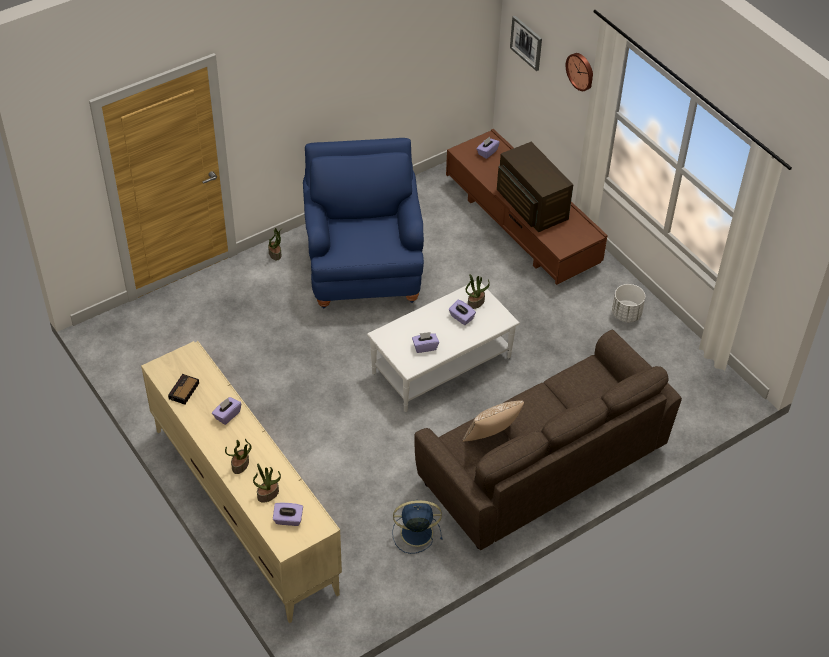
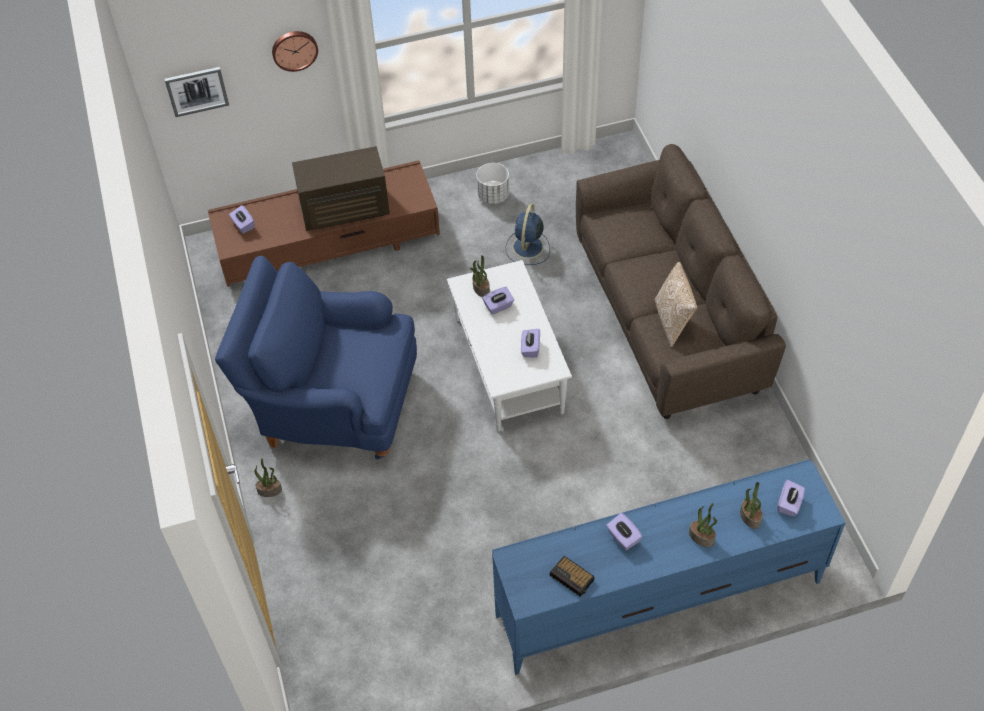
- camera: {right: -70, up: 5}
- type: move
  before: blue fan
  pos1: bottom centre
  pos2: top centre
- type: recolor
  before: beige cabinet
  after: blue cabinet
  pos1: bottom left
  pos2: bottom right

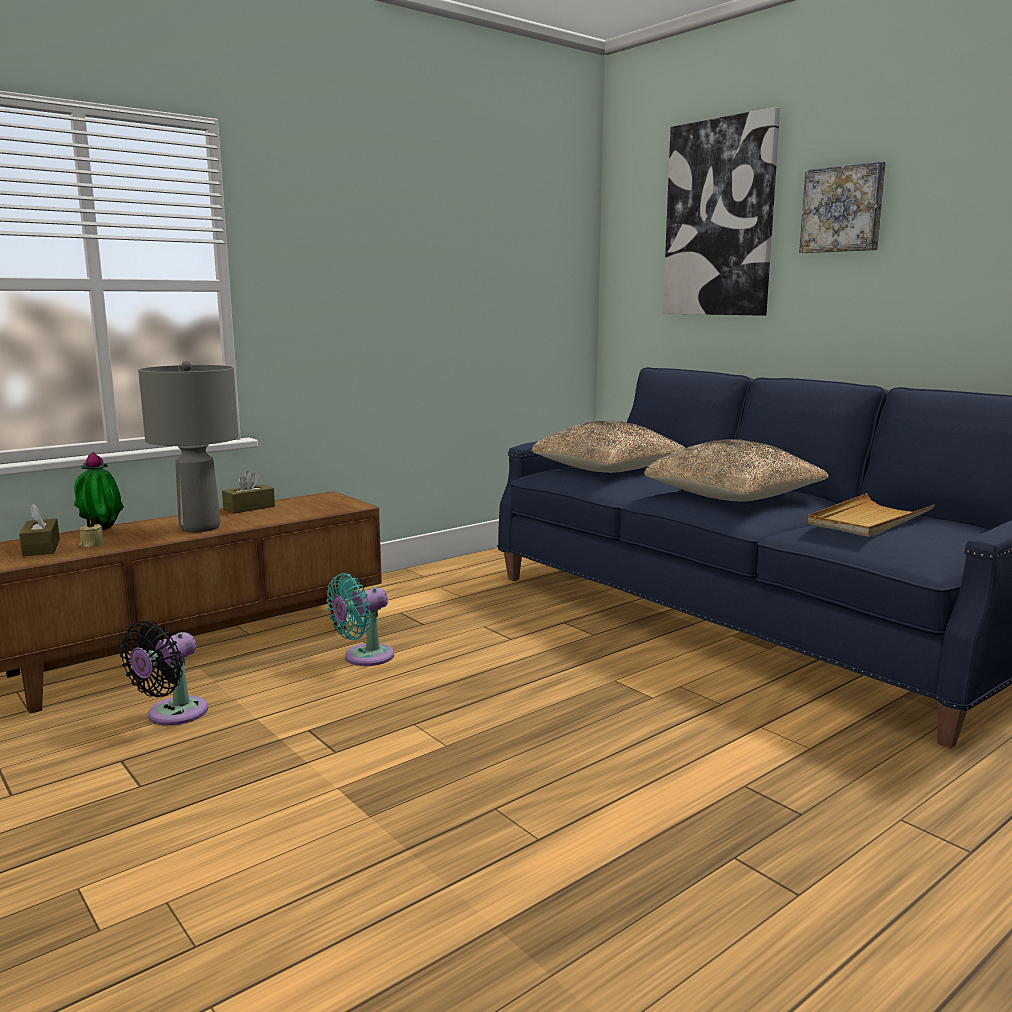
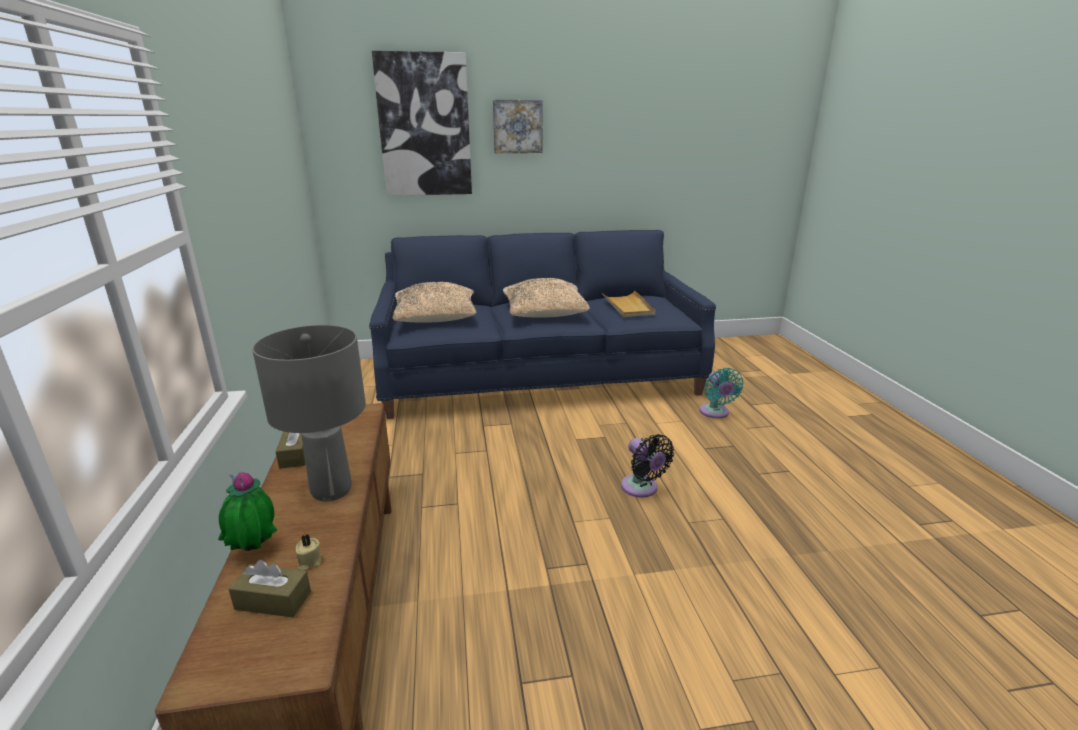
- camera: {right: -60, up: 10}
- type: move
  before: black fan
  pos1: middle left
  pos2: centre
- type: move
  before: turquoise fan
  pos1: centre
  pos2: middle right

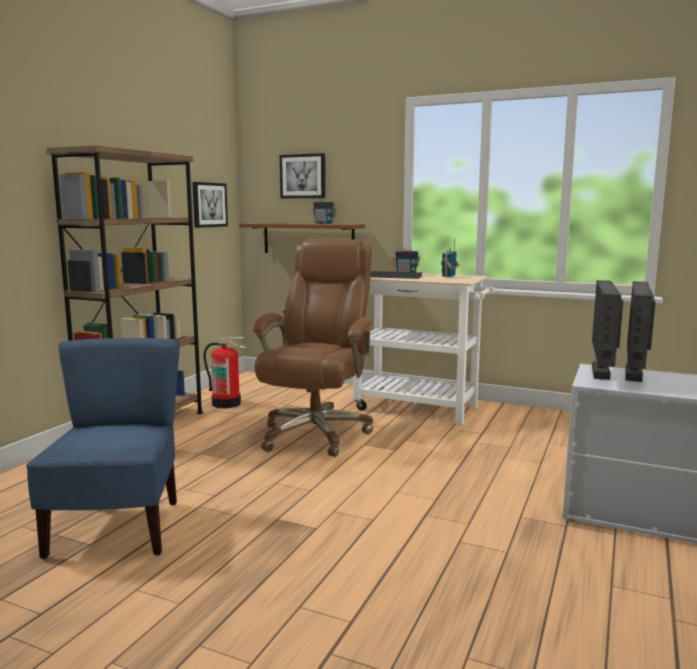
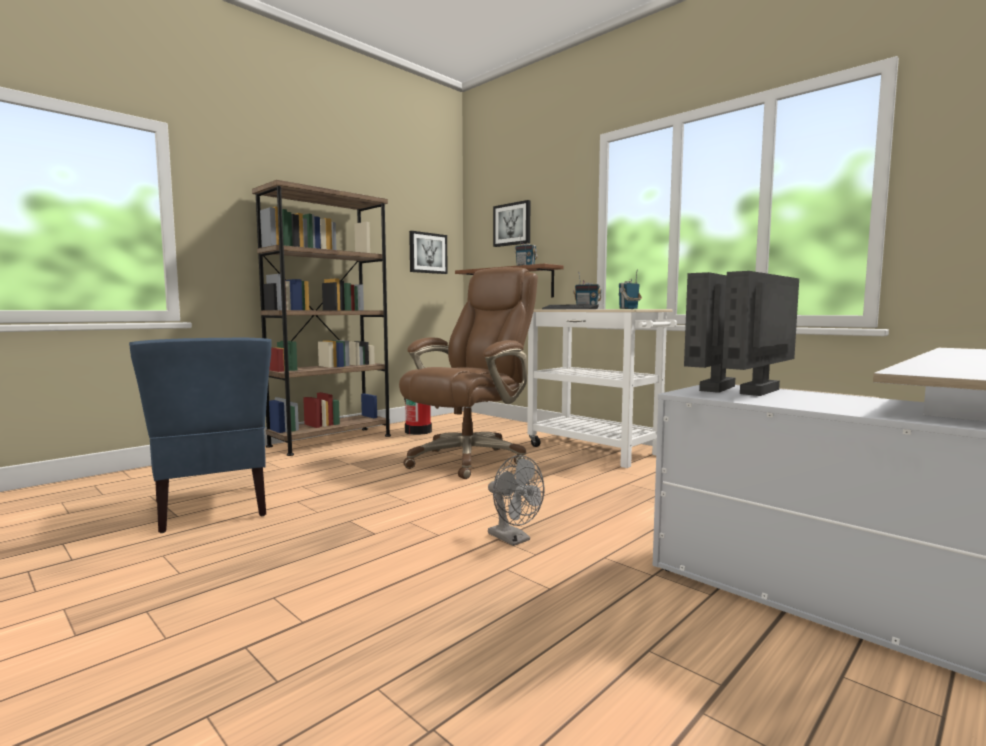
- camera: {right: 20, up: -5}
- type: insert
  after: grey fan
  pos2: bottom centre
- type: rotate
  before: blue chair
  pos1: bottom left
  pos2: middle left
  turn: 135

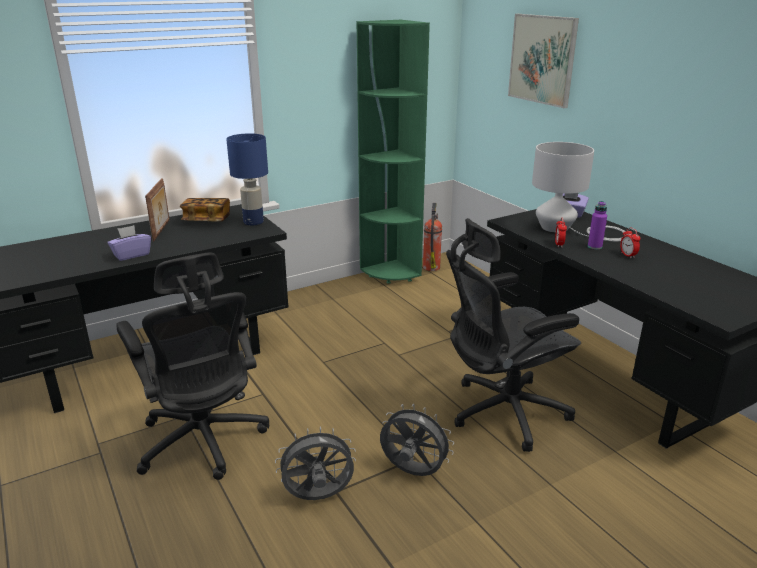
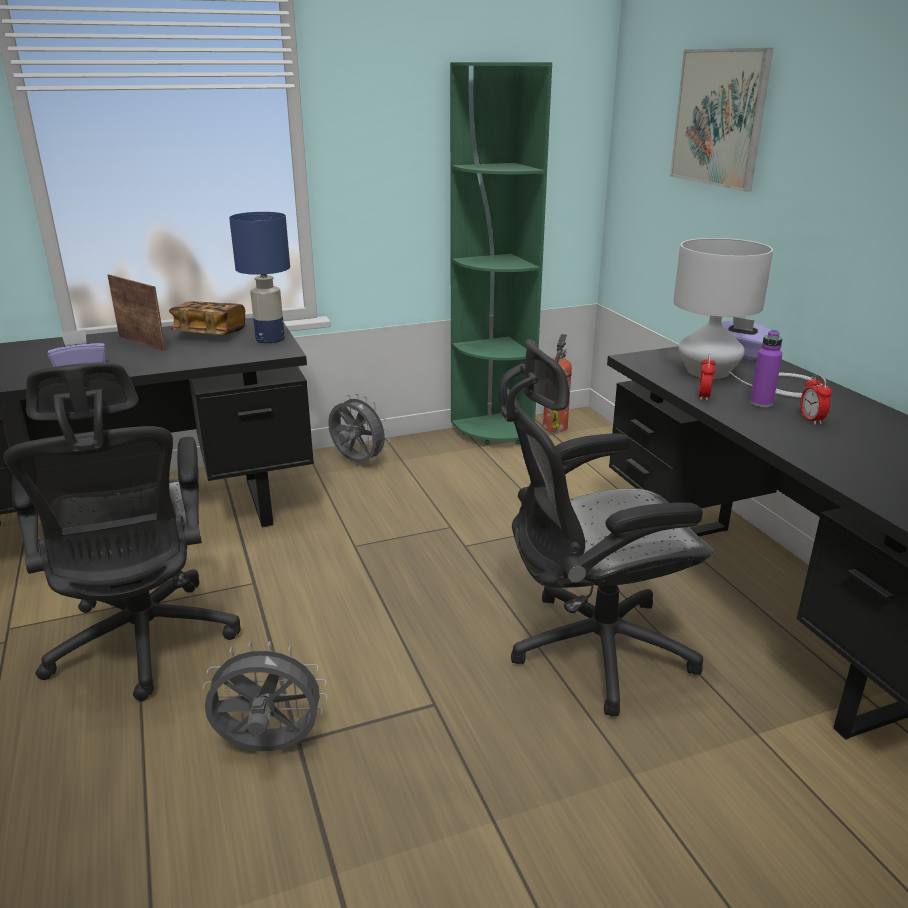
- camera: {right: 10, up: 0}
- type: move
  before: grey fan (2nd from left)
  pos1: bottom centre
  pos2: centre
- type: rotate
  before: picture frame
  pos1: middle left
  pos2: middle left
  turn: -60

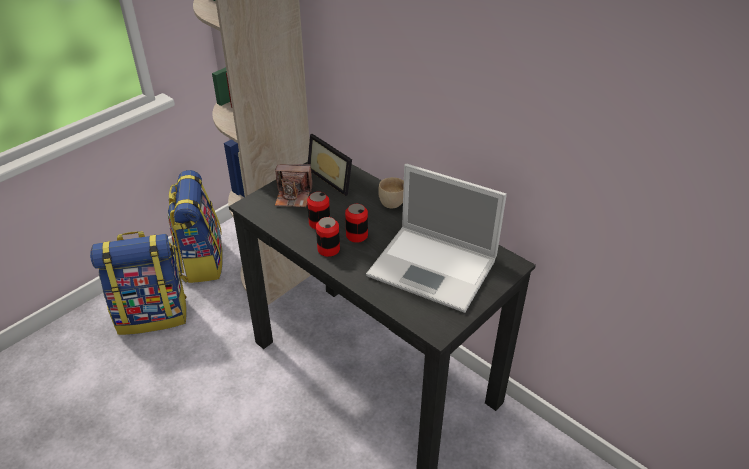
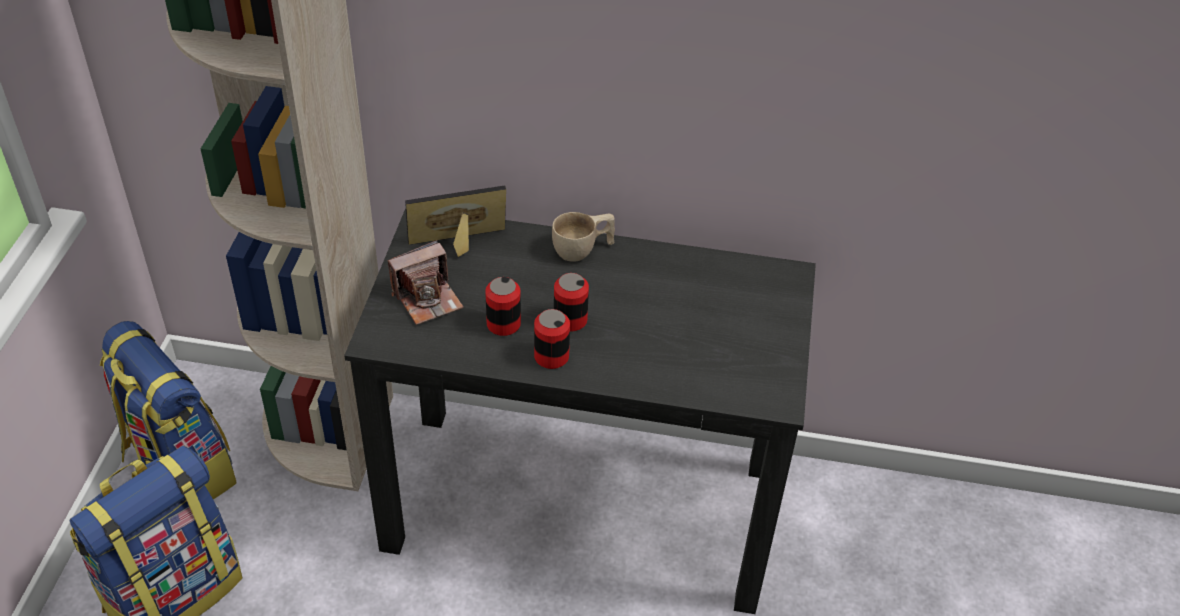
- camera: {right: -35, up: 5}
- type: delete
  before: laptop
  pos1: centre
- type: rotate
  before: picture frame
  pos1: centre
  pos2: centre
  turn: 150

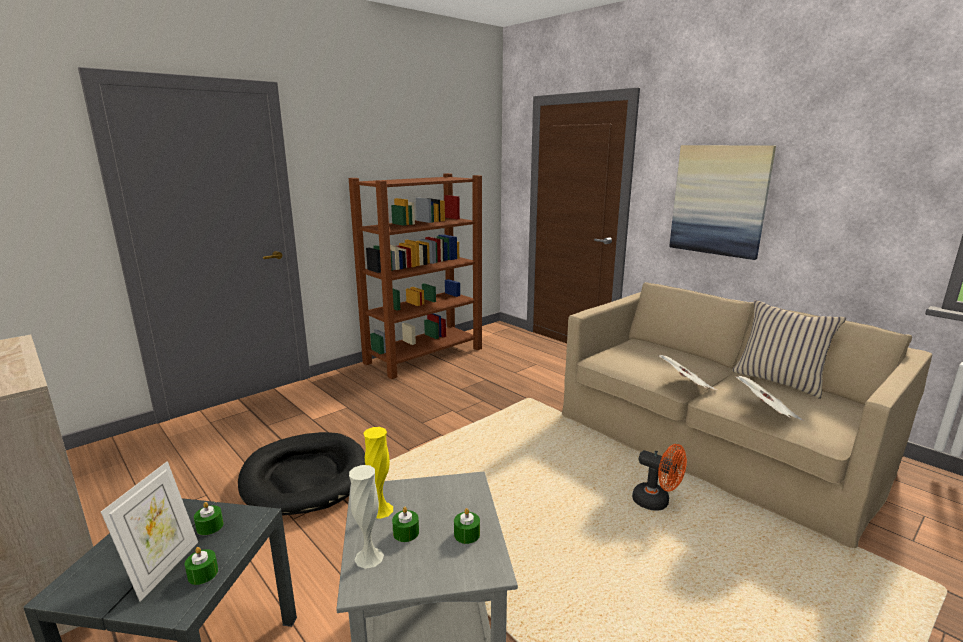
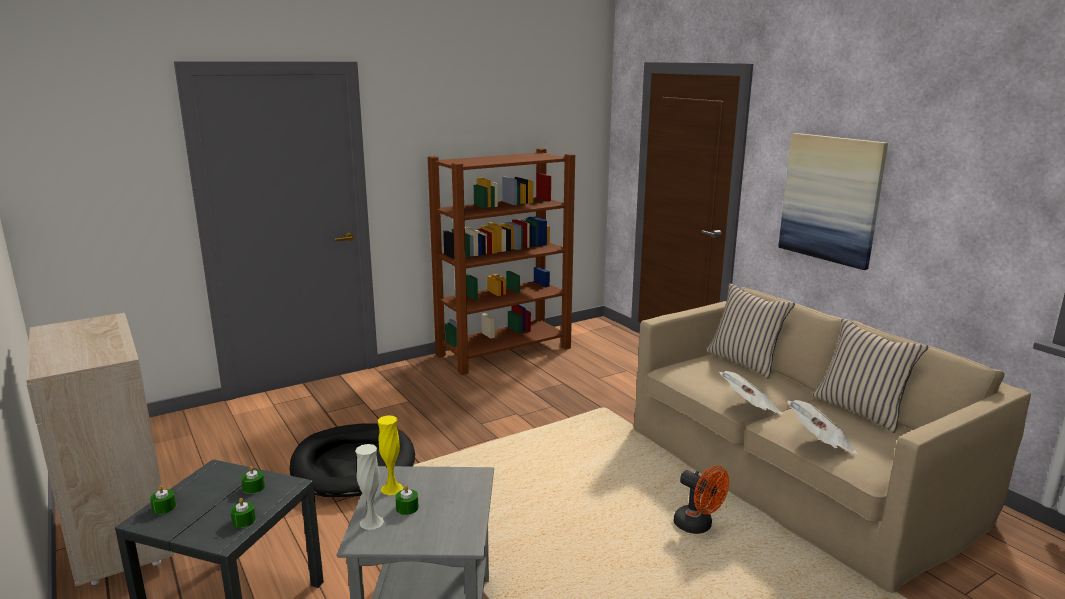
- camera: {right: 10, up: 0}
- type: delete
  before: picture frame
  pos1: bottom left
- type: insert
  after: beige pillow (1st from left)
  pos2: middle right
- type: move
  before: green candle (4th from left in the first image)
  after: green candle (1st from left)
  pos1: bottom centre
  pos2: bottom left

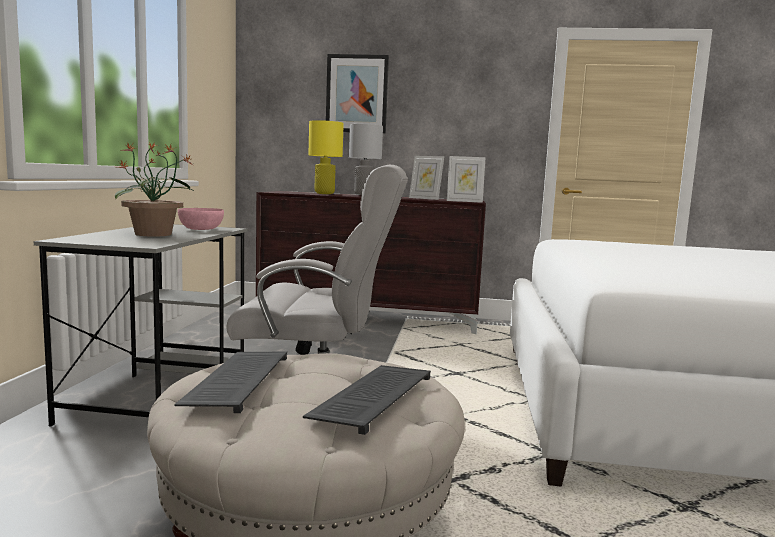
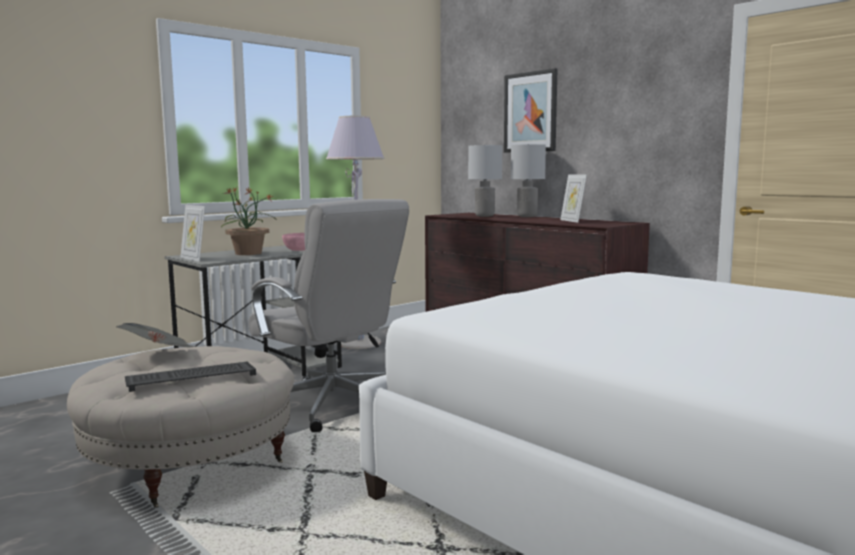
- camera: {right: 40, up: 0}
- type: insert
  after: grey floor lamp
  pos2: centre
- type: move
  before: picture frame (2nd from left in the first image)
  after: picture frame (1st from left)
  pos1: centre
  pos2: middle left
- type: replace
  before: keyboard (1st from left)
  after: newspaper
  pos1: bottom left
  pos2: middle left
- type: recolor
  before: yellow table lamp
  after: grey table lamp (1st from left)
  pos1: top centre
  pos2: top centre

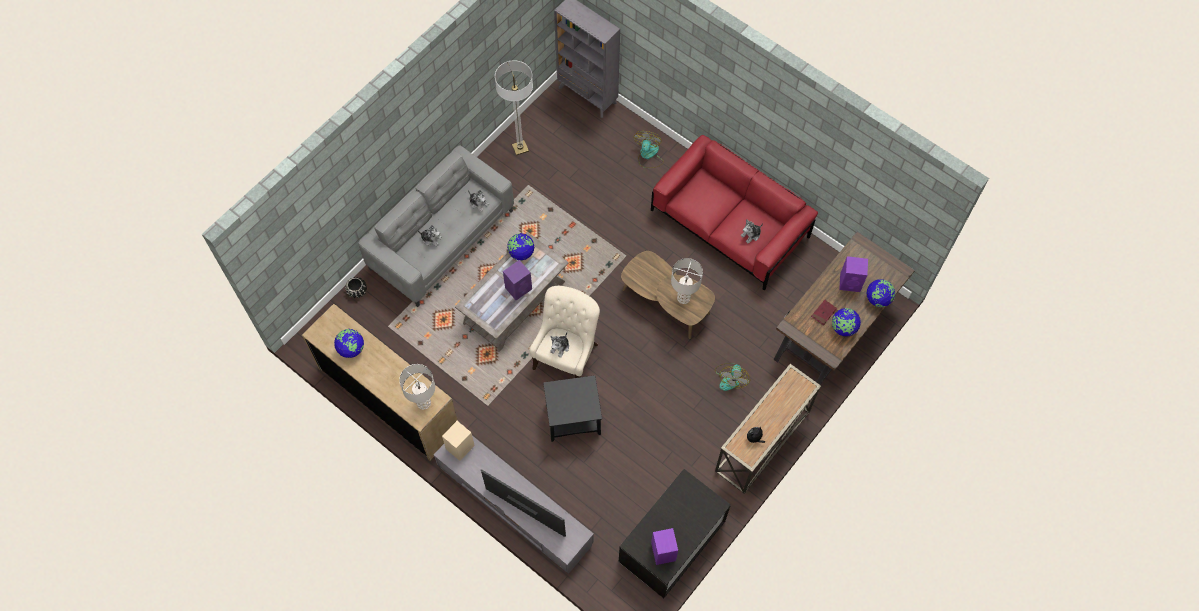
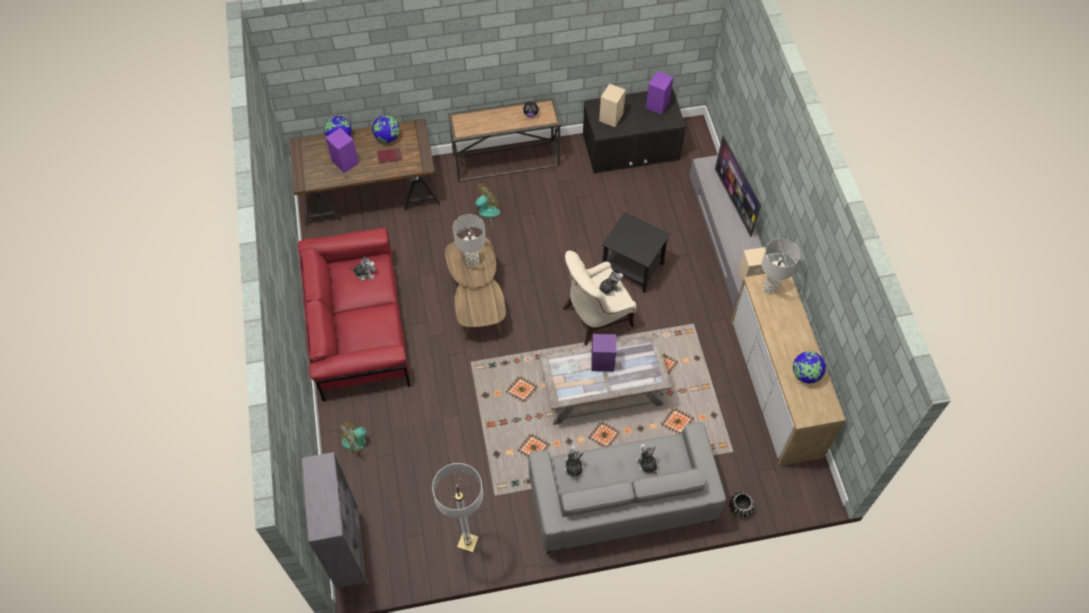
- camera: {right: -140, up: -5}
- type: delete
  before: globe (2nd from left)
  pos1: centre
- type: insert
  after: beige speaker (1st from left)
  pos2: top centre

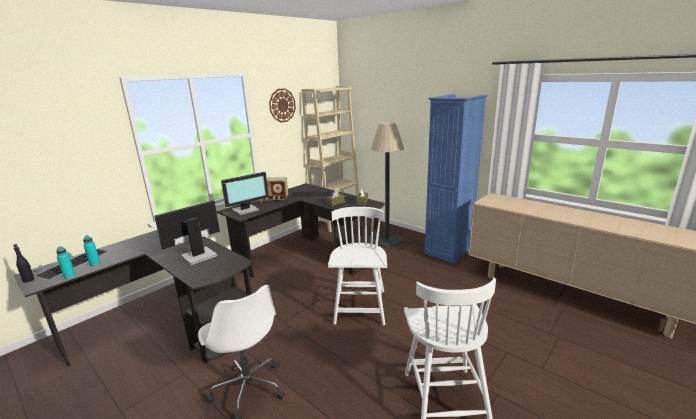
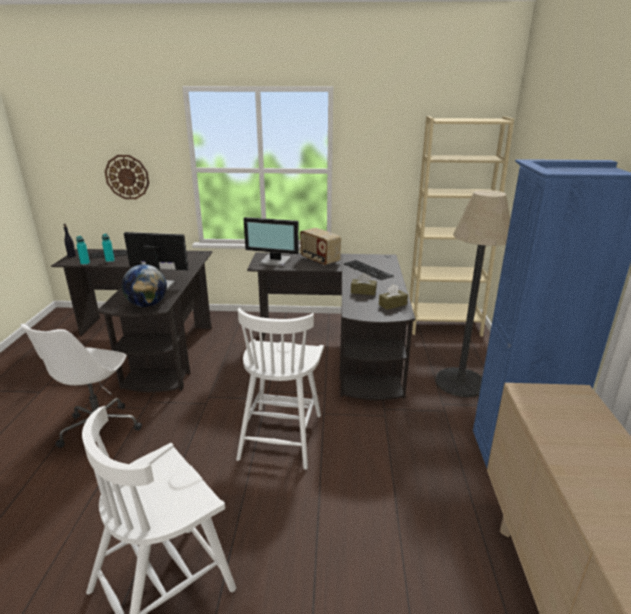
- camera: {right: 50, up: 5}
- type: insert
  after: globe
  pos2: middle left
- type: move
  before: wall clock
  pos1: top centre
  pos2: top left
- type: rotate
  before: white chair (1st from left in the first image)
  pos1: centre
  pos2: centre
  turn: 135

